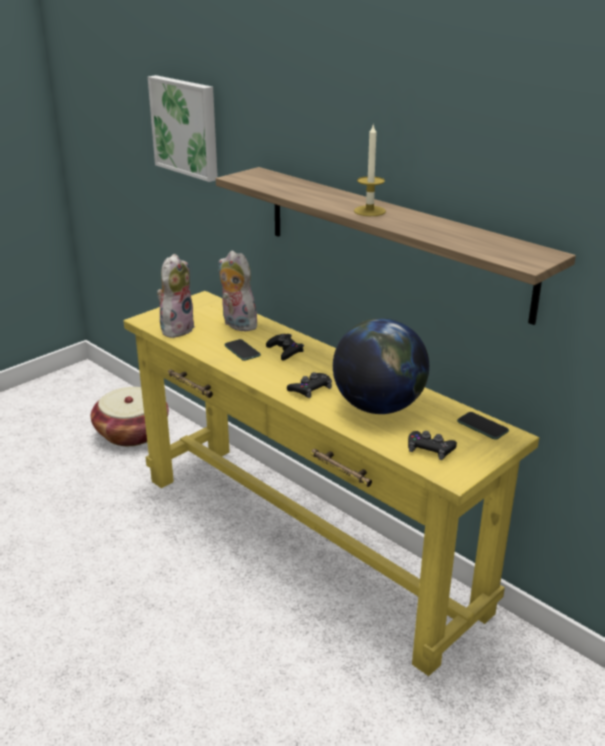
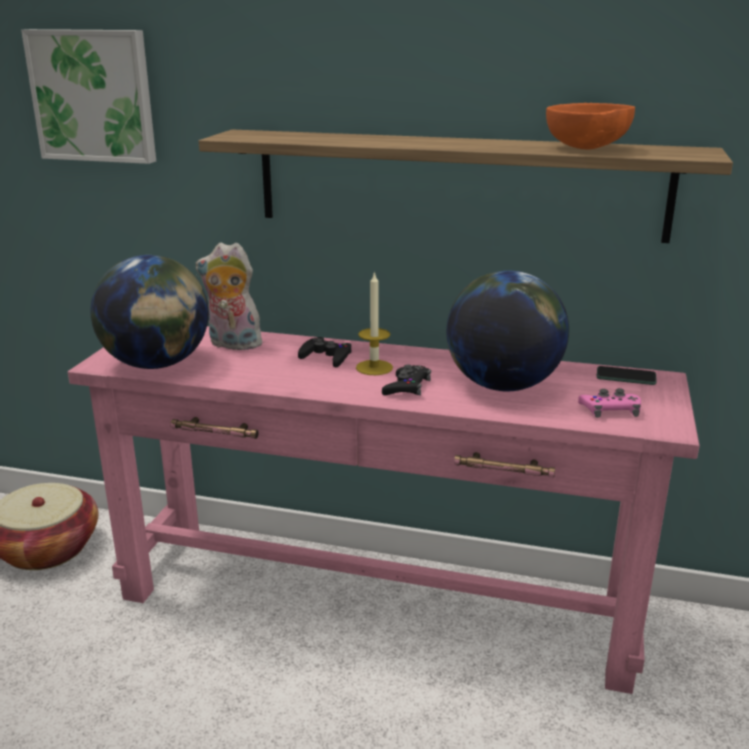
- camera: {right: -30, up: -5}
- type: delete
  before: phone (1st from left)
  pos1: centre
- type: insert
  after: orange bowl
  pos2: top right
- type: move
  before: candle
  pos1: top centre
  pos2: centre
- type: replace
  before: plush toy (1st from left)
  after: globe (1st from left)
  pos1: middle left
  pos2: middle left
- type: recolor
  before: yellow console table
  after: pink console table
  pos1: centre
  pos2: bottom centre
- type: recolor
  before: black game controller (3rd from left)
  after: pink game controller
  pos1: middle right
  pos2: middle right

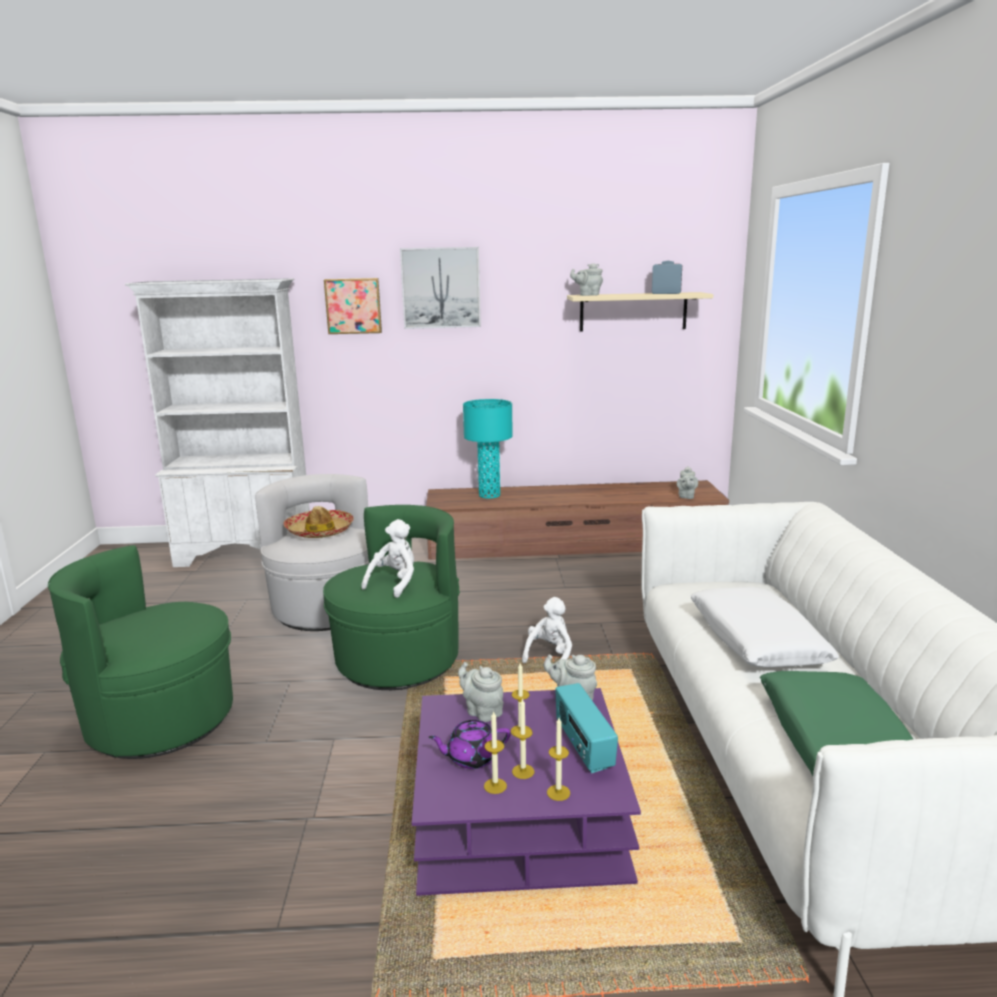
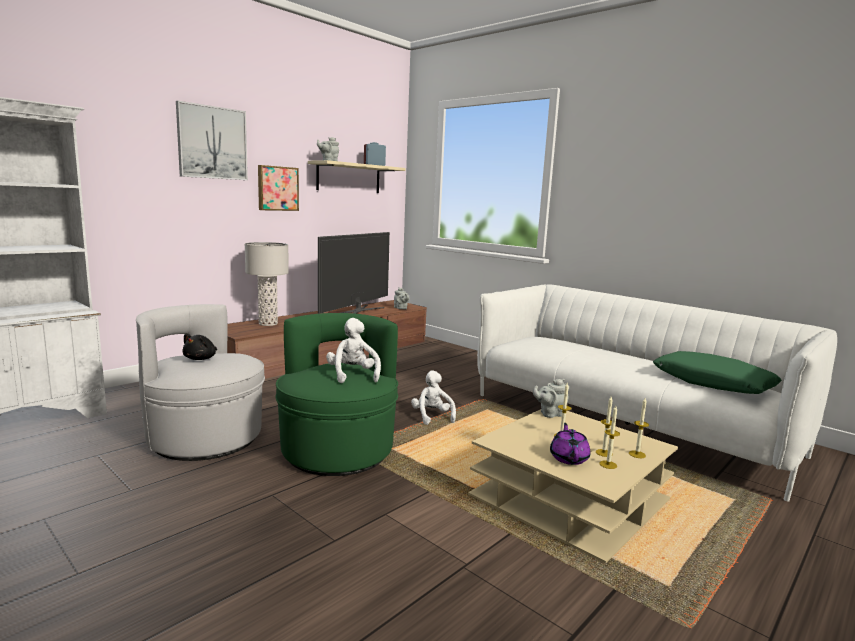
- camera: {right: -45, up: -5}
- type: delete
  before: green armchair (1st from left)
  pos1: middle left
- type: delete
  before: grey teapot (1st from left)
  pos1: bottom centre
- type: delete
  before: radio
  pos1: bottom centre
- type: delete
  before: white pillow
  pos1: middle right
- type: insert
  after: television
  pos2: centre
- type: move
  before: picture (1st from left in the first image)
  after: picture (2nd from left)
  pos1: top centre
  pos2: top left
- type: replace
  before: hat
  after: black plush toy
  pos1: middle left
  pos2: middle left
- type: recolor
  before: purple coffee table
  after: beige coffee table
  pos1: bottom centre
  pos2: bottom right
- type: recolor
  before: turquoise table lamp
  after: white table lamp
  pos1: centre
  pos2: middle left
- type: rotate
  before: purple teapot
  pos1: bottom centre
  pos2: bottom right
  turn: 150

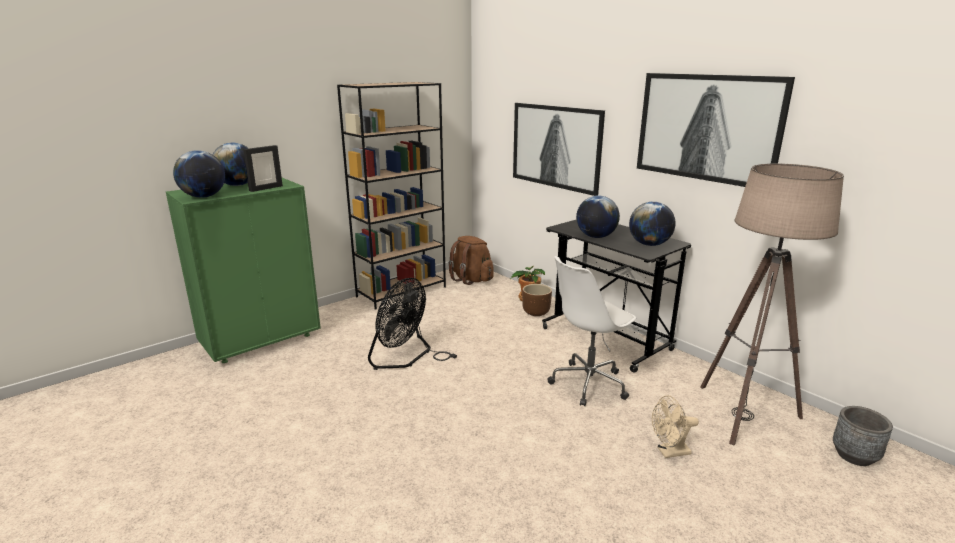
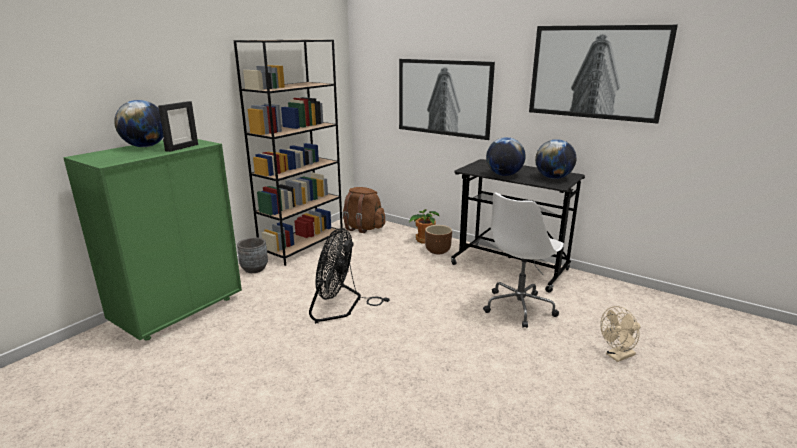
- camera: {right: -15, up: 0}
- type: delete
  before: globe (1st from left)
  pos1: top left
- type: delete
  before: floor lamp
  pos1: middle right
- type: move
  before: grey planter
  pos1: bottom right
  pos2: middle left

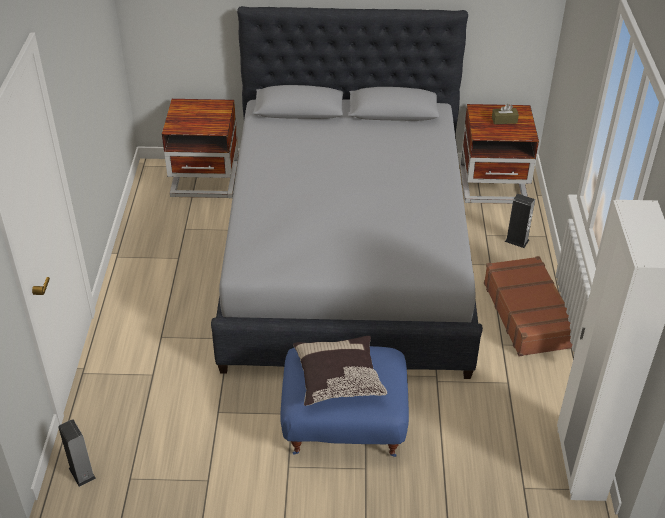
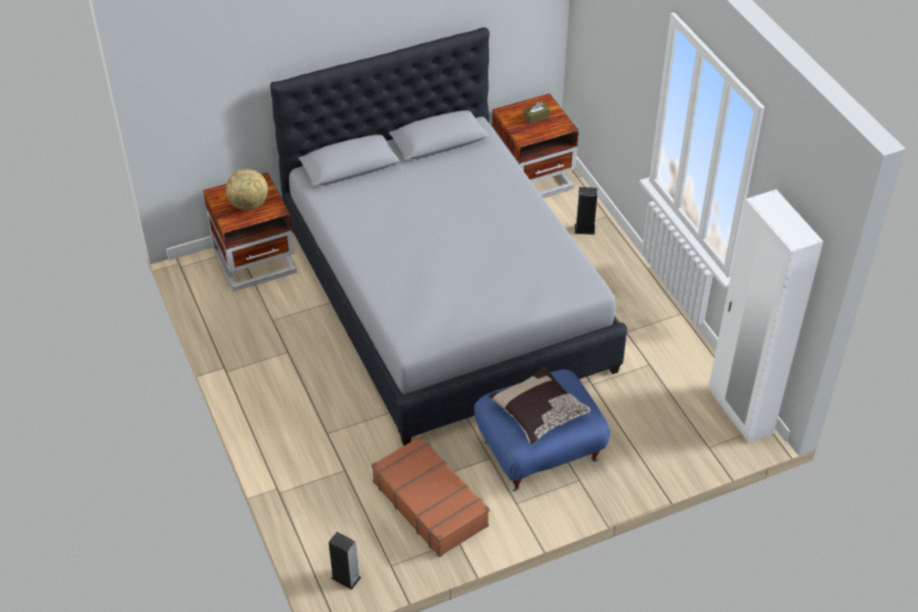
- camera: {right: -25, up: 5}
- type: insert
  after: globe
  pos2: top left
- type: move
  before: brown suitcase
  pos1: middle right
  pos2: bottom centre

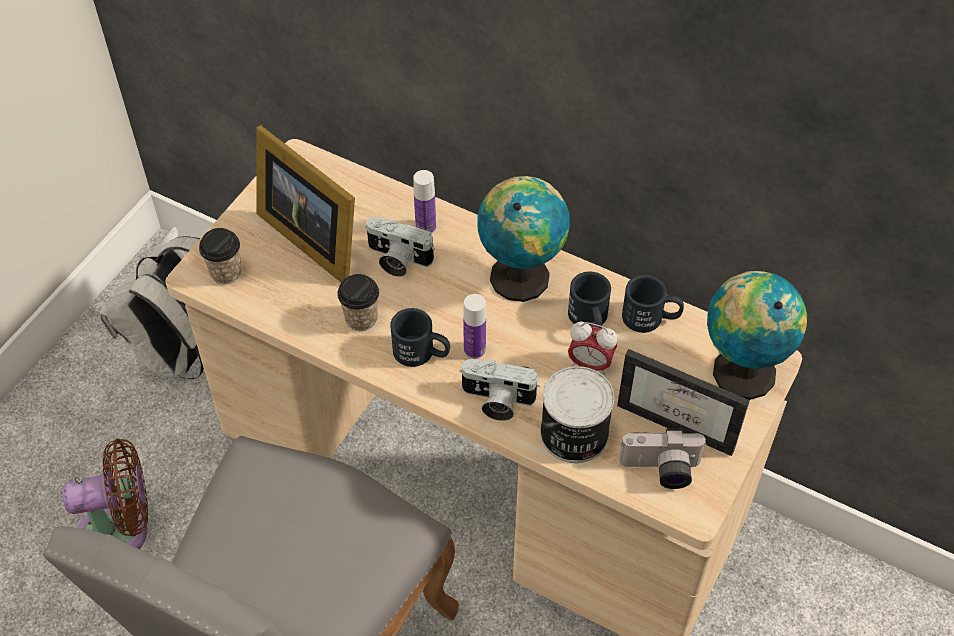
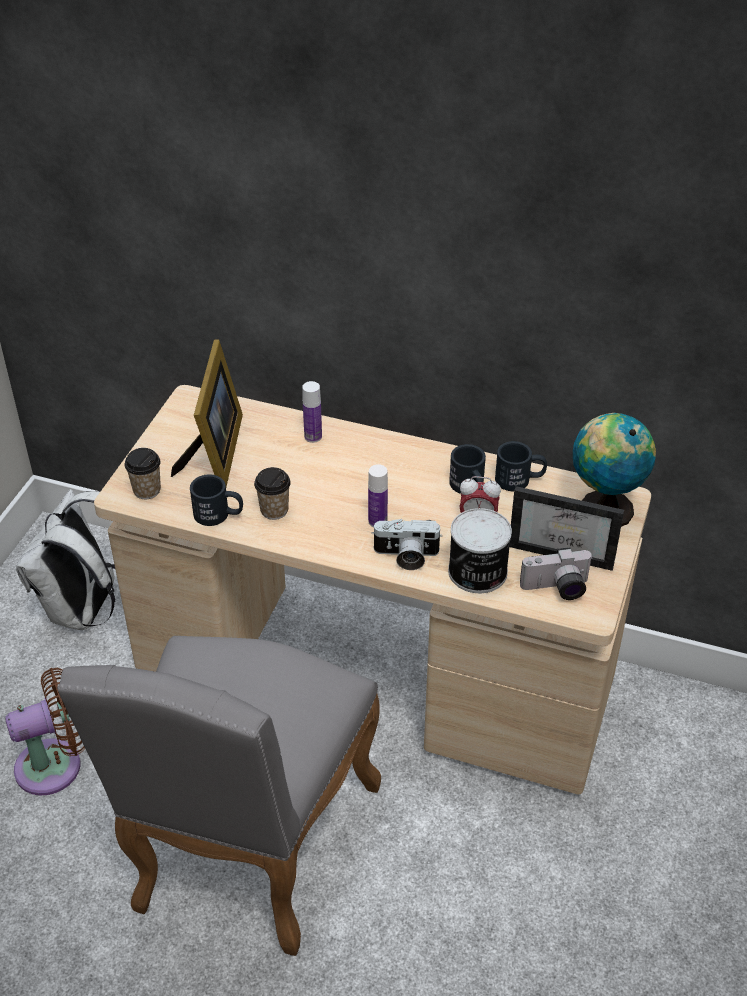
- camera: {right: -10, up: -10}
- type: delete
  before: photo camera (1st from left)
  pos1: centre
- type: delete
  before: globe (1st from left)
  pos1: centre
- type: move
  before: black mug (1st from left)
  pos1: centre
  pos2: middle left
- type: rotate
  before: picture frame (1st from left)
  pos1: top left
  pos2: middle left
  turn: -120

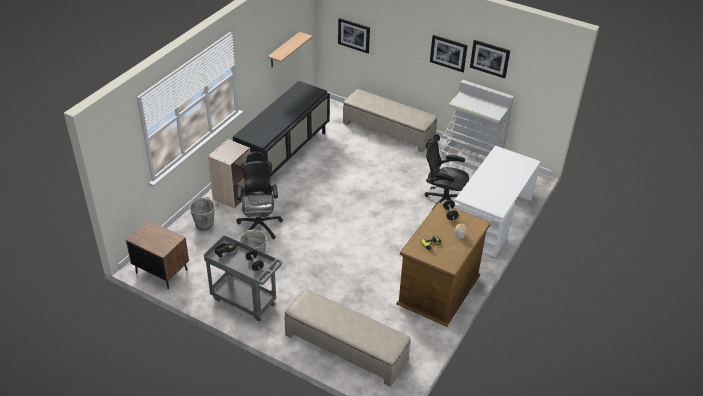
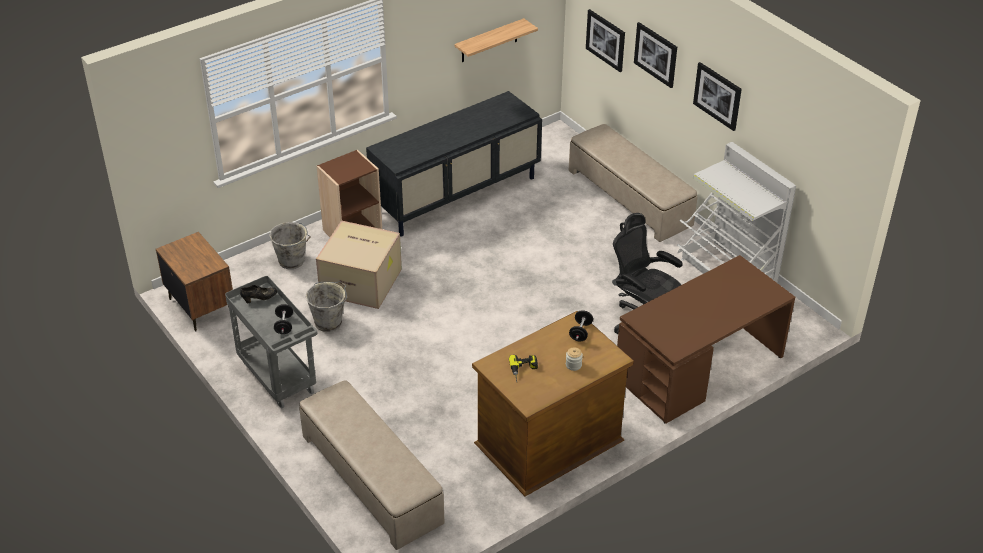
- camera: {right: 25, up: 0}
- type: move
  before: picture (3rd from left in the first image)
  after: picture (2nd from left)
  pos1: top right
  pos2: top centre
- type: replace
  before: office chair (1st from left)
  after: cardboard box
  pos1: centre
  pos2: centre
- type: recolor
  before: white desk
  after: brown desk
  pos1: middle right
  pos2: middle right

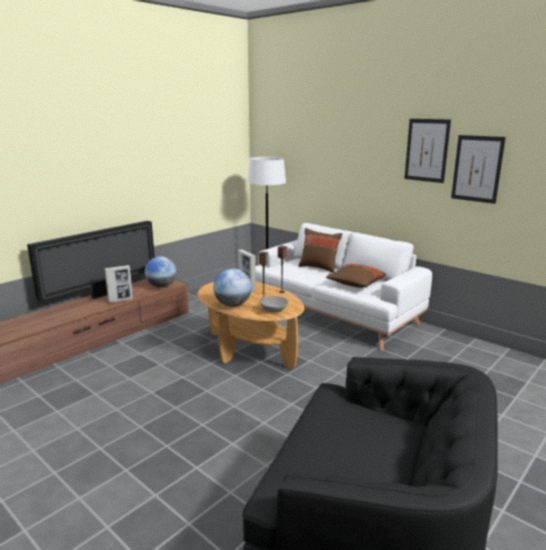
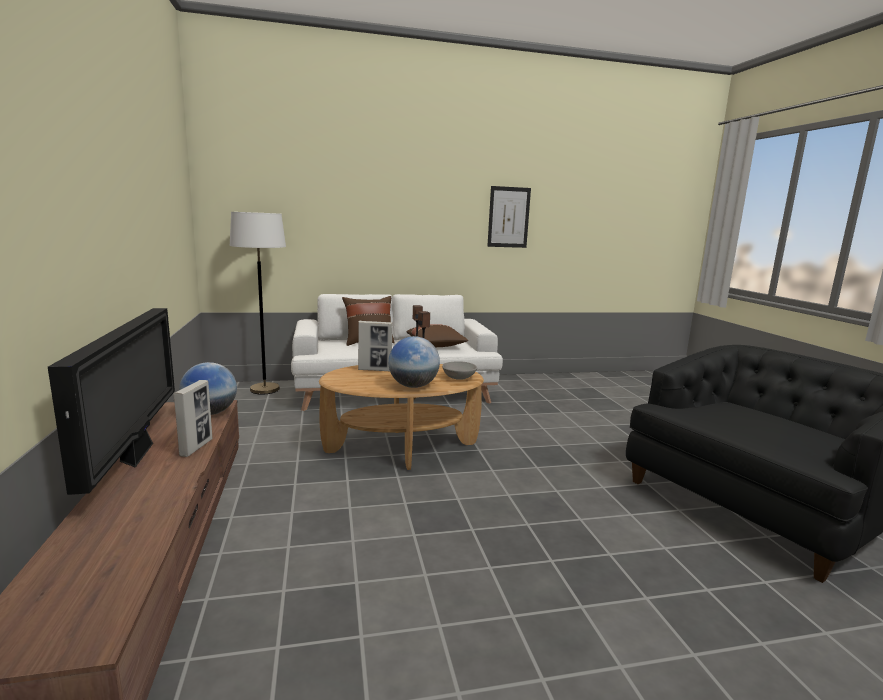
- camera: {right: -55, up: -5}
- type: delete
  before: picture (1st from left)
  pos1: top right

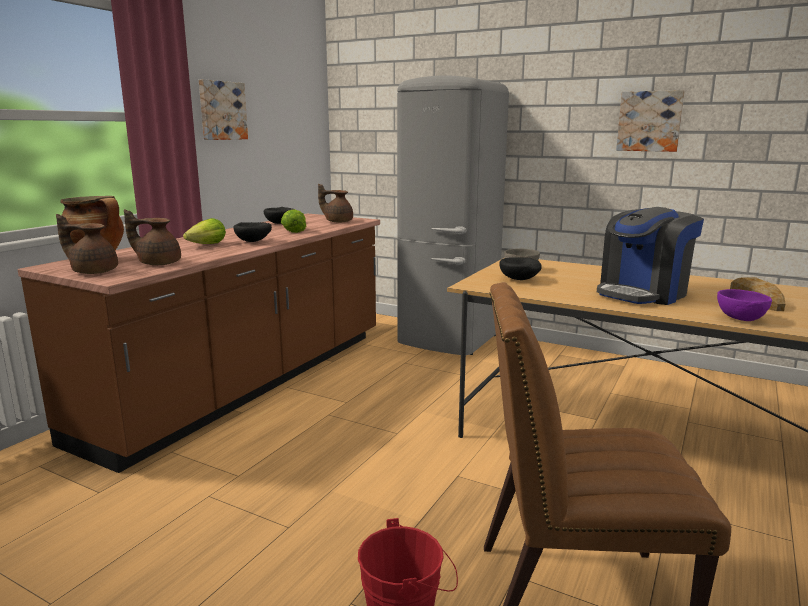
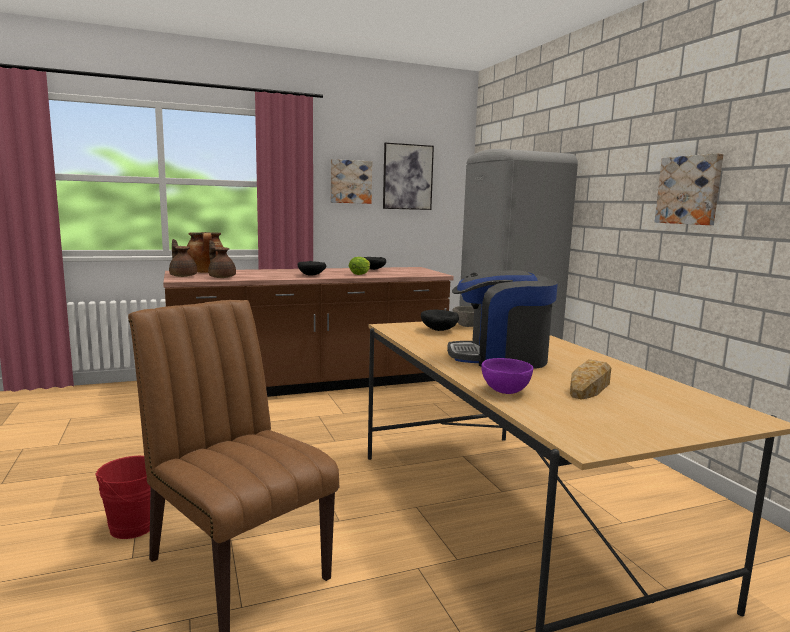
- camera: {right: 40, up: -5}
- type: delete
  before: lettuce (1st from left)
  pos1: middle left
- type: delete
  before: brown teapot (3rd from left)
  pos1: centre
- type: insert
  after: picture (2nd from left)
  pos2: top centre

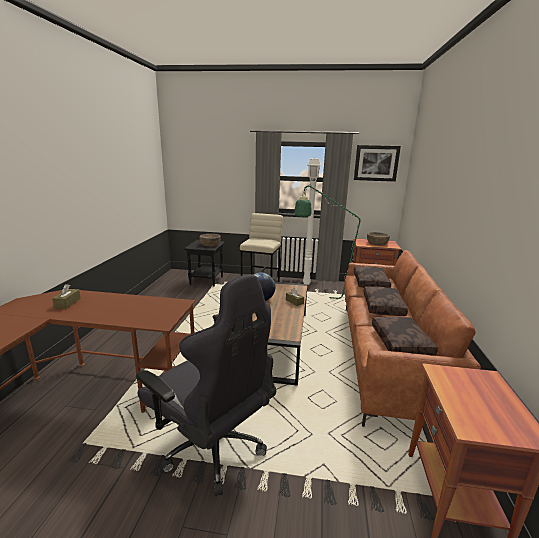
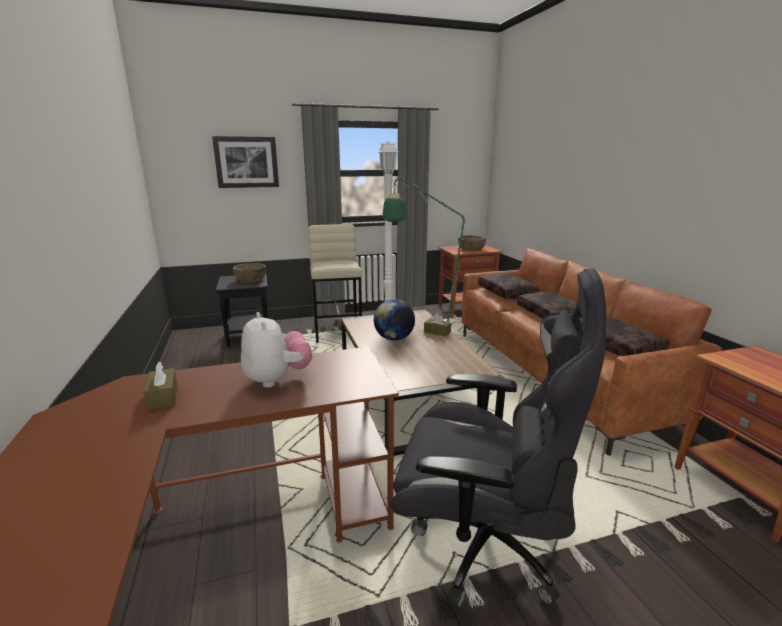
- camera: {right: -25, up: 0}
- type: insert
  after: plush toy
  pos2: centre
- type: move
  before: picture
  pos1: top right
  pos2: top left

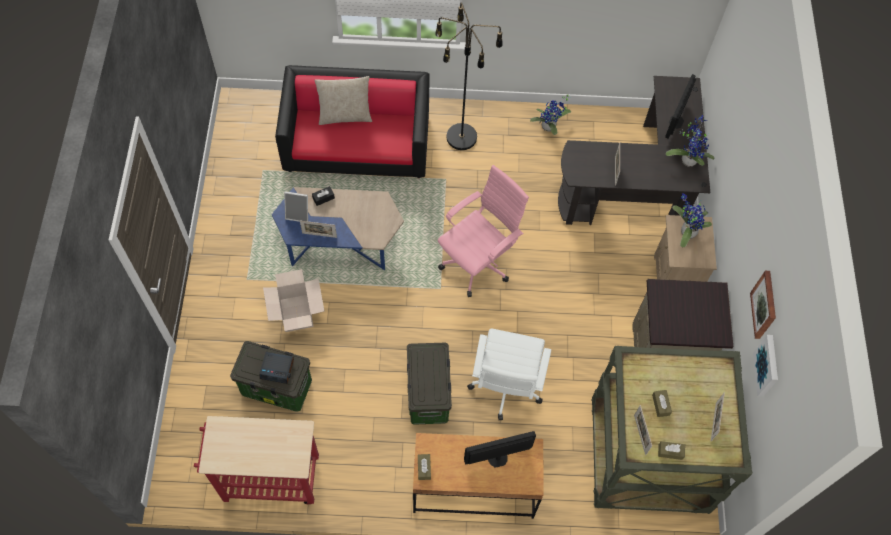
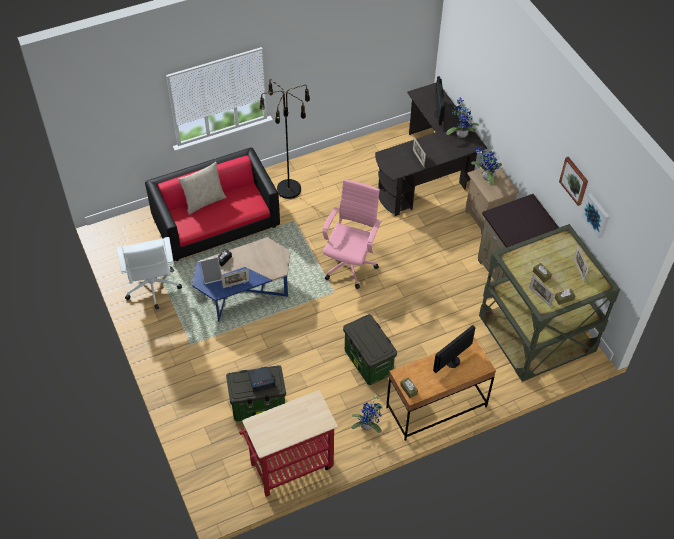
- camera: {right: -25, up: -10}
- type: delete
  before: cardboard box
  pos1: middle left
- type: move
  before: white office chair
  pos1: bottom centre
  pos2: middle left
- type: move
  before: potted plant (1st from left)
  pos1: top centre
  pos2: bottom centre

